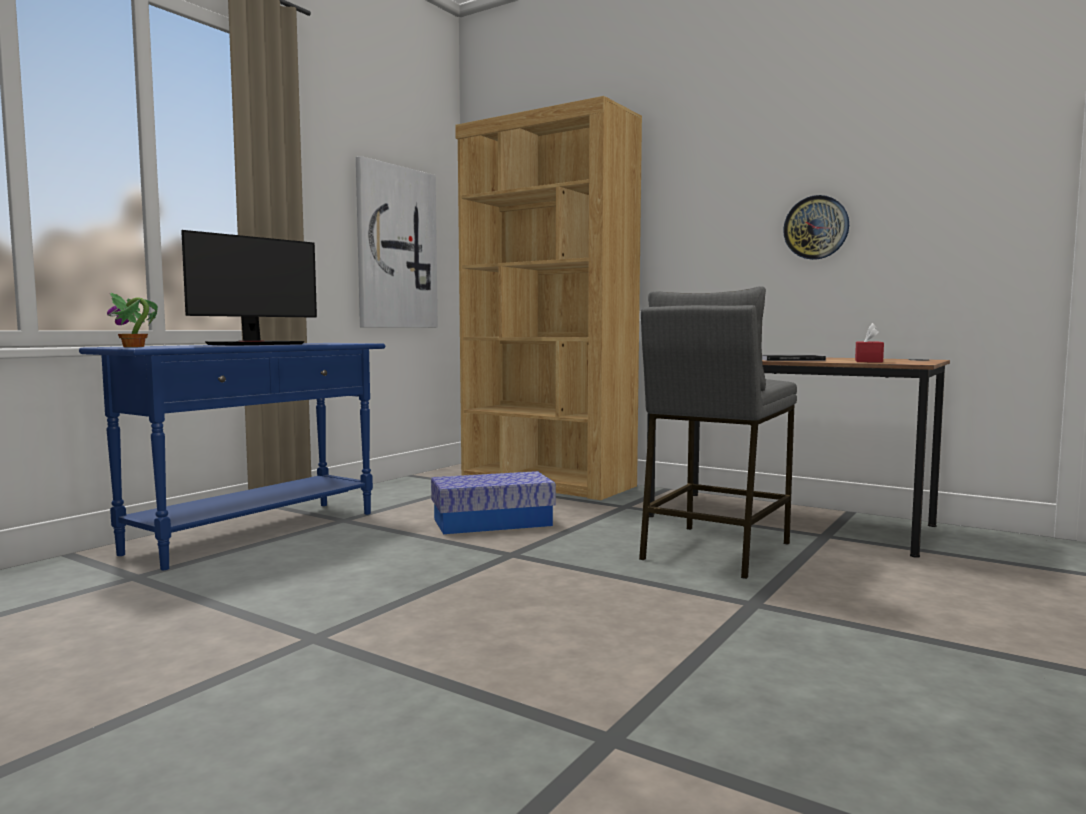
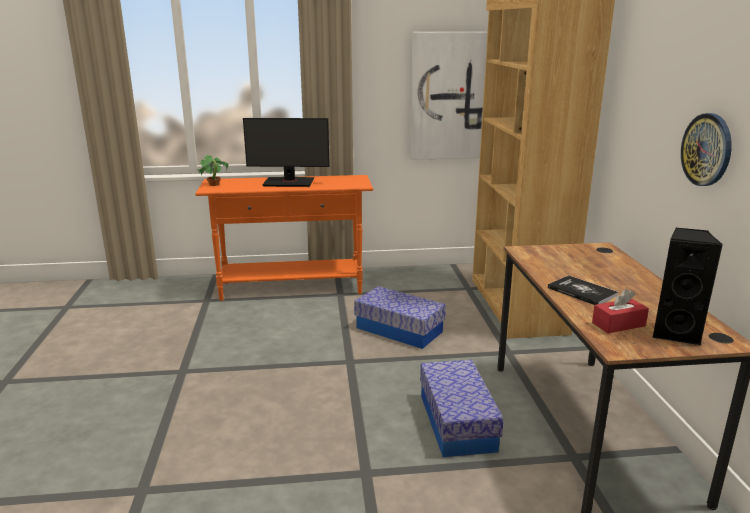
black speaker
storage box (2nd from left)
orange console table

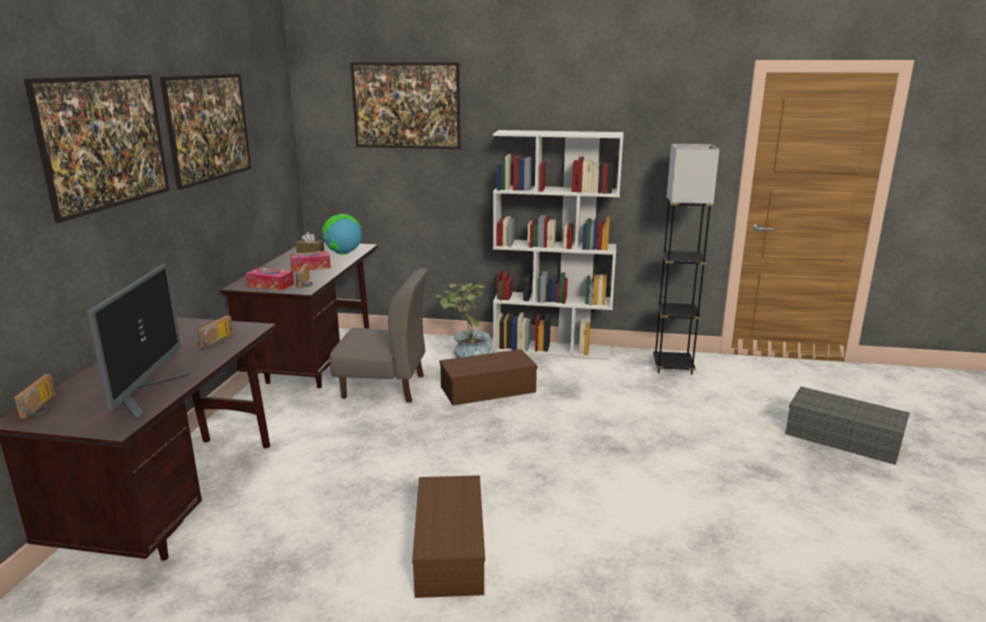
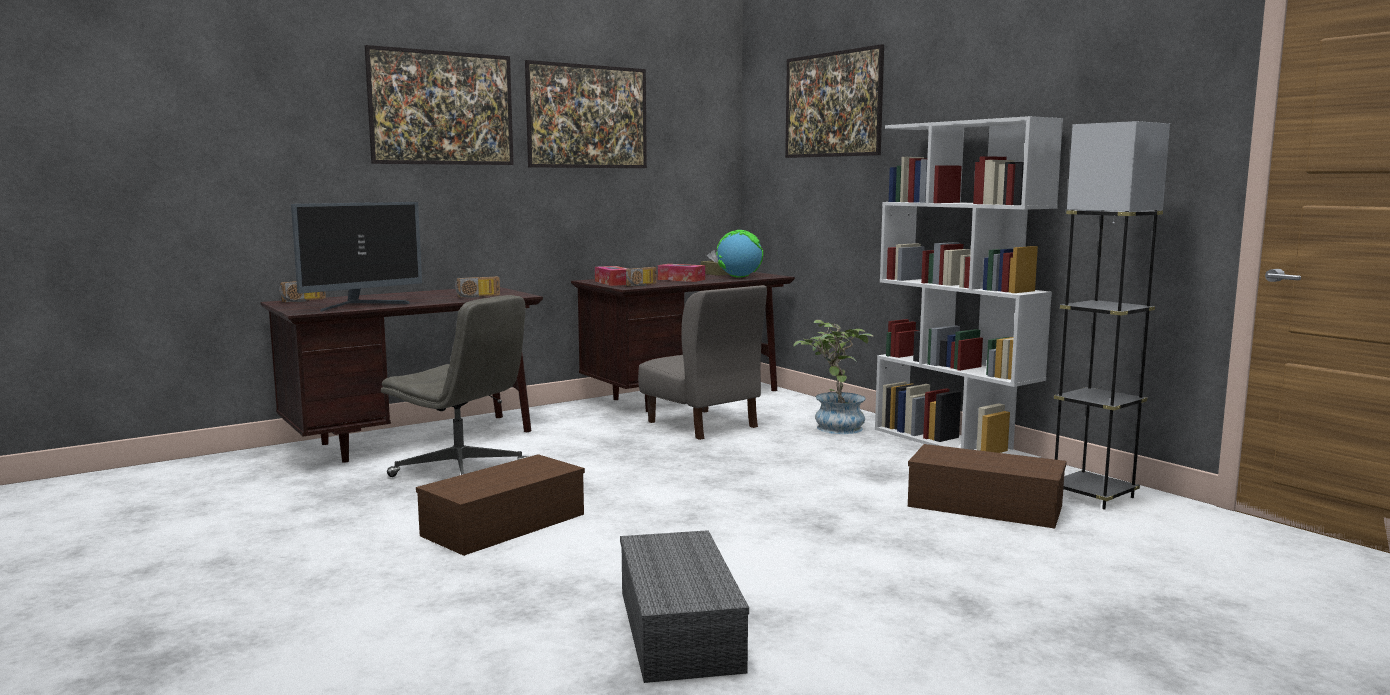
grey office chair
brown storage box (2nd from left)
grey storage box

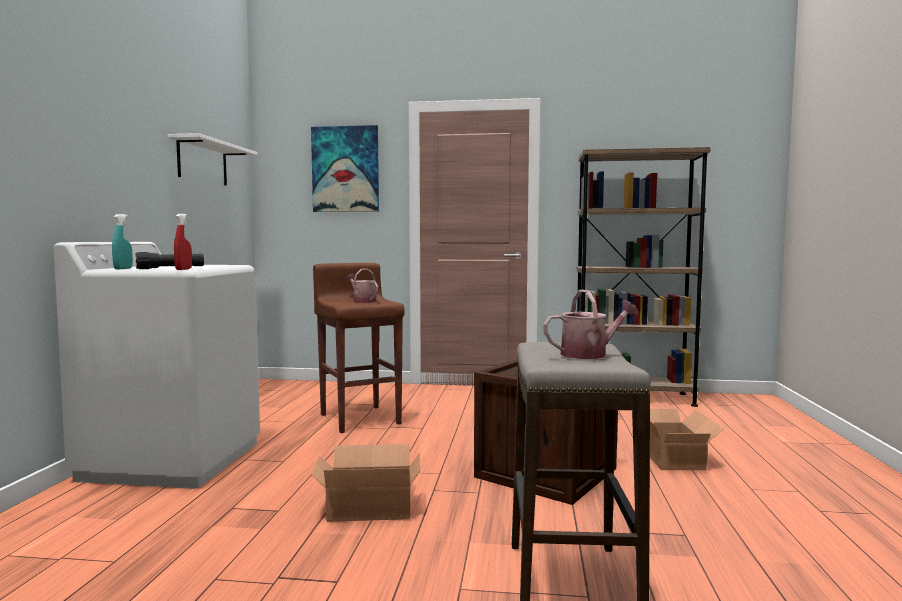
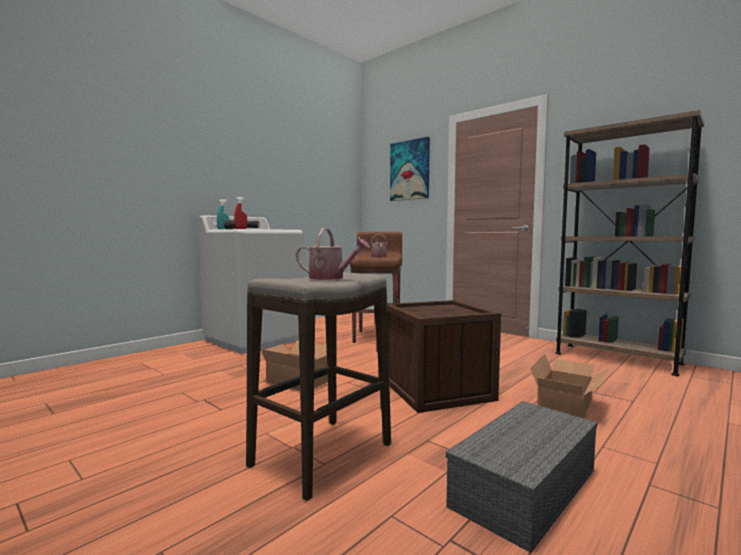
white shelf
grey storage box

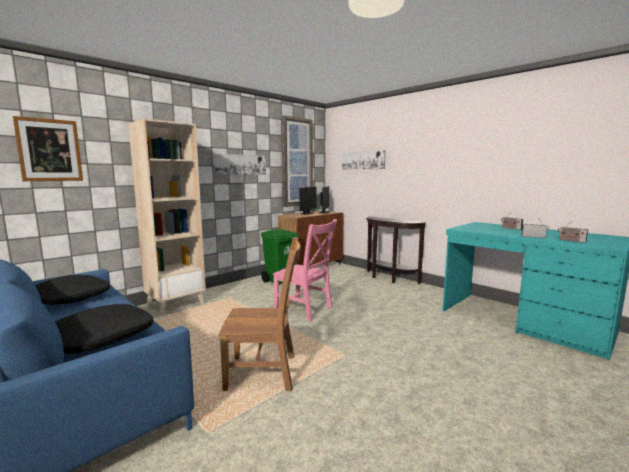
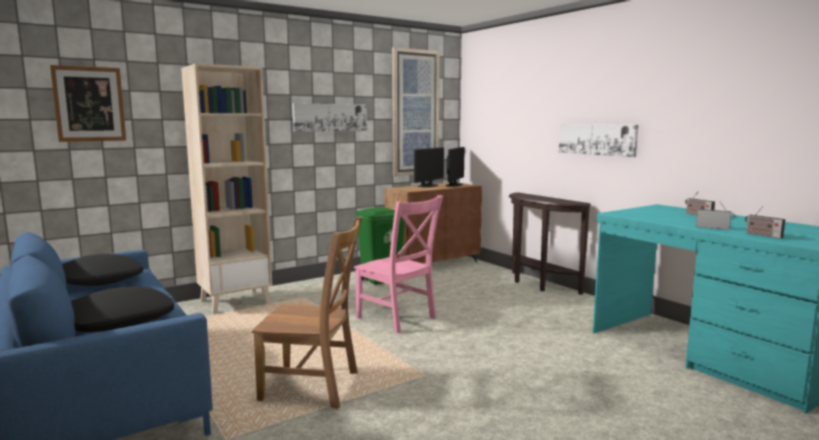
picture (4th from left)

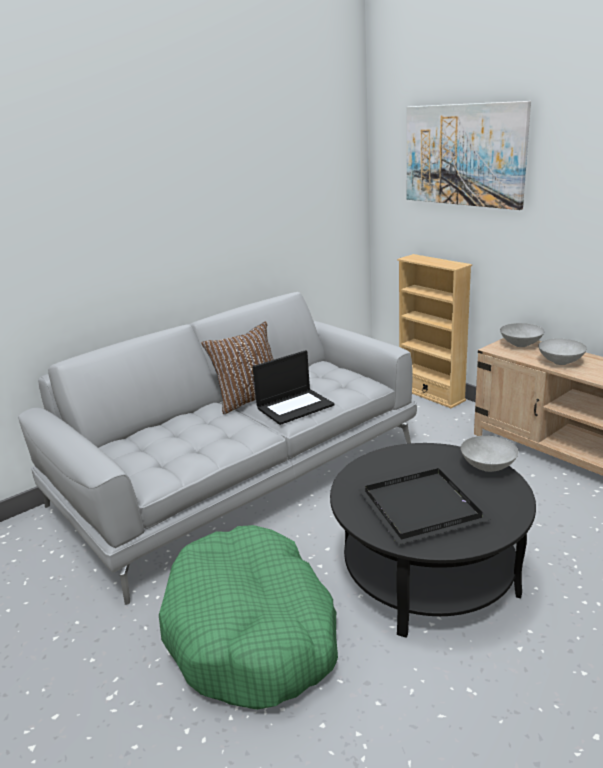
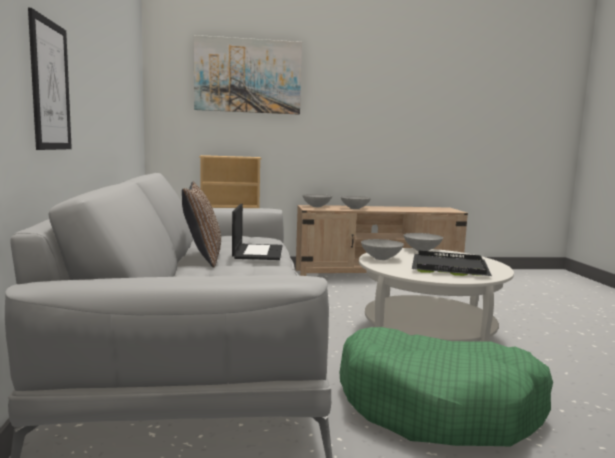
picture (1st from left)
grey bowl (3rd from left)
white coffee table

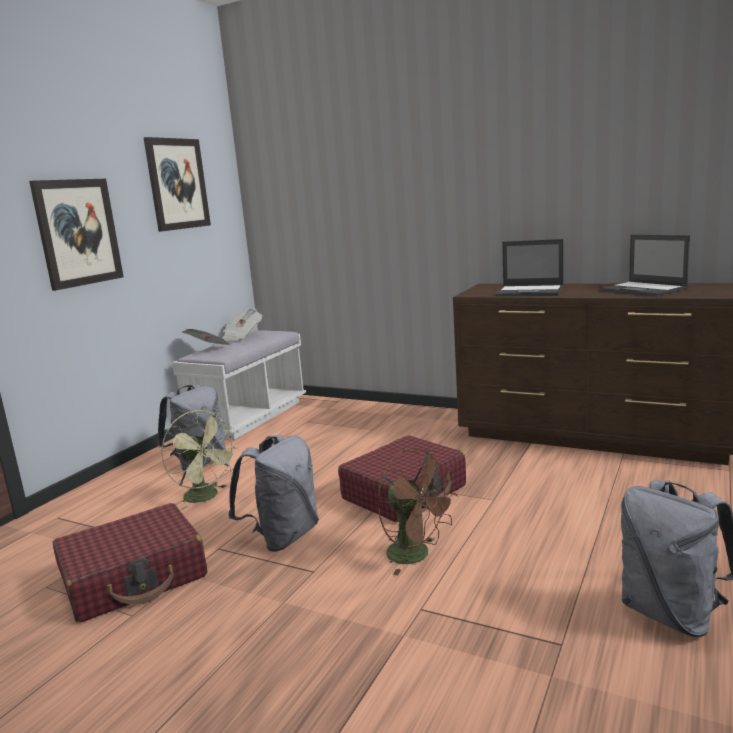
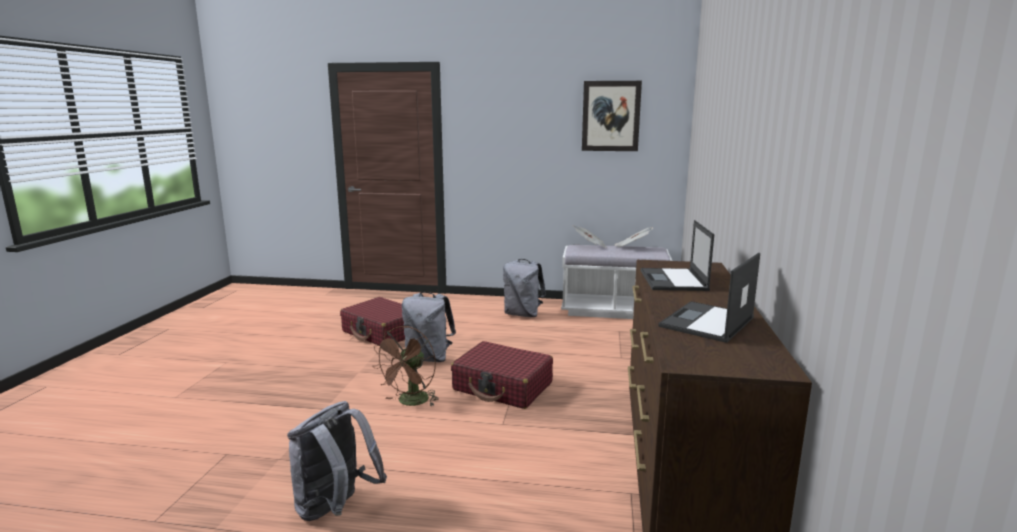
picture (1st from left in the first image)
green fan

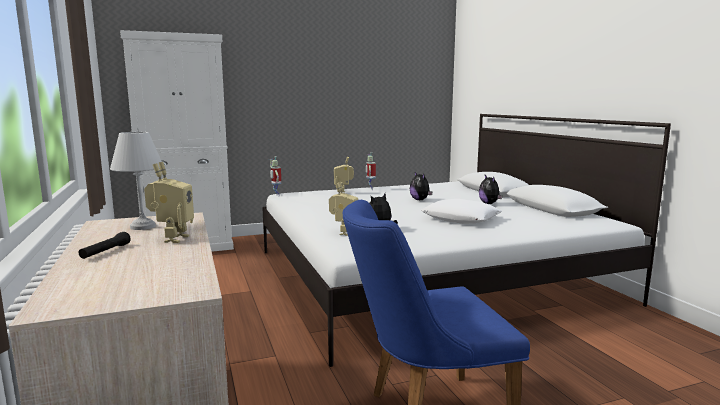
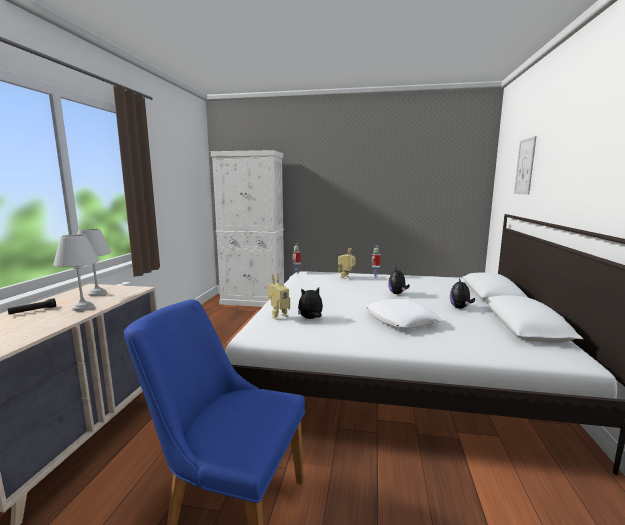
picture
white table lamp (1st from left)

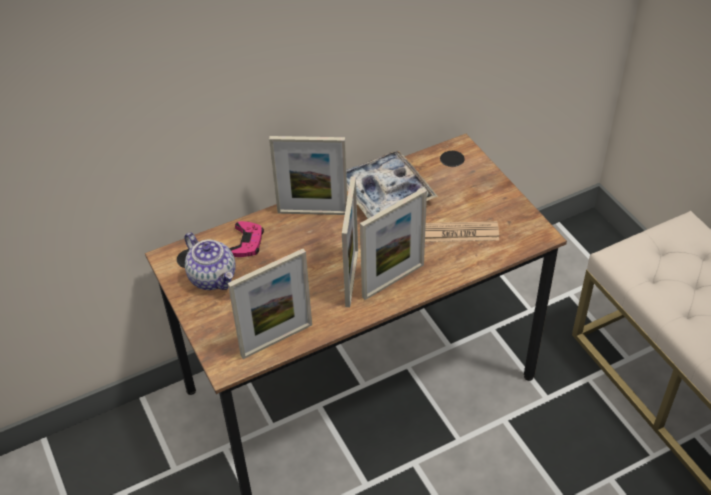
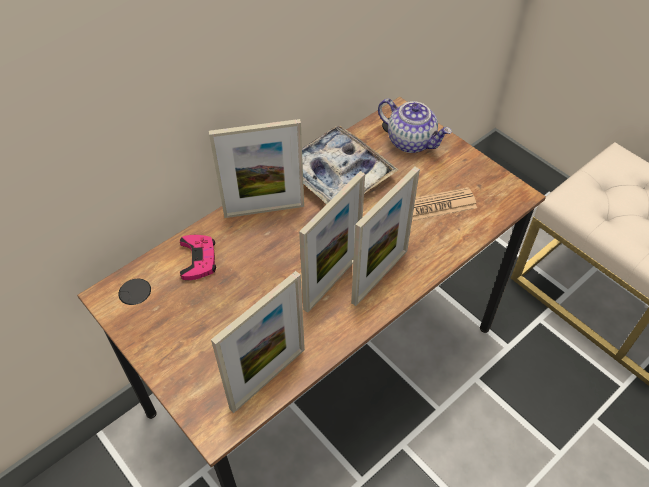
teapot
picture frame (3rd from left)

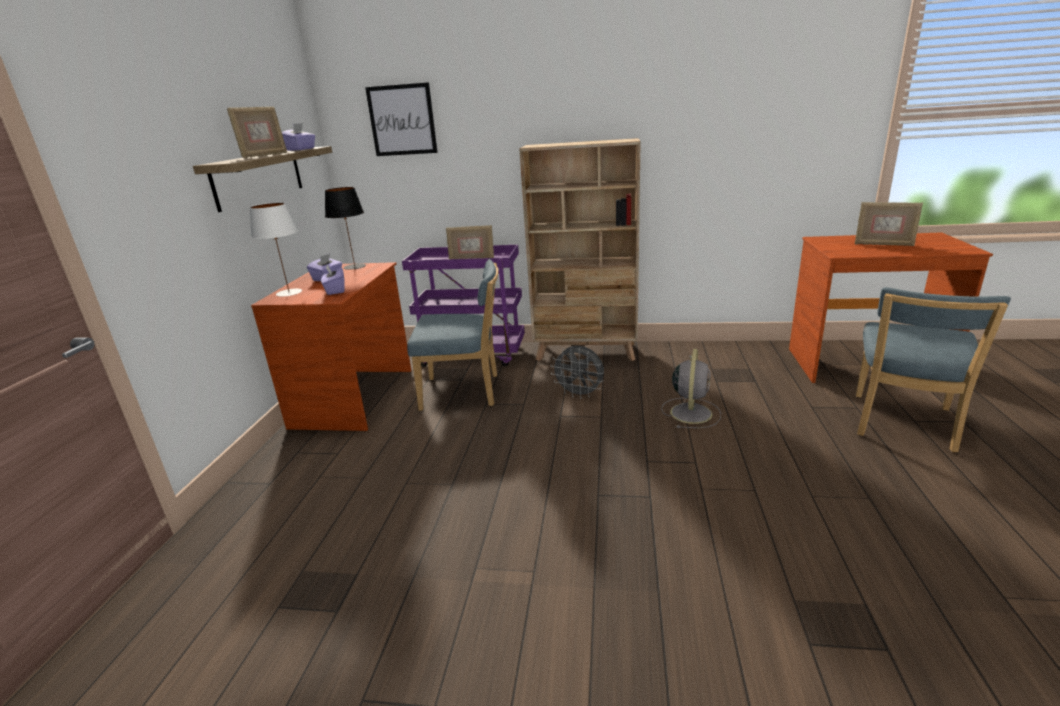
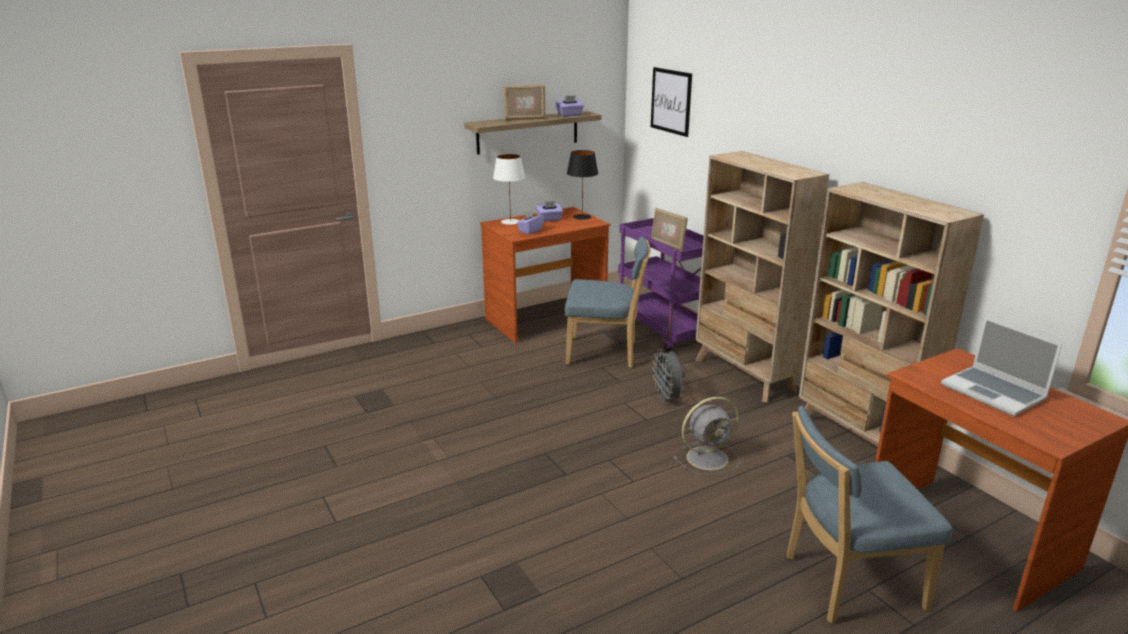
beige bookcase (2nd from left)
laptop
blue chair (1st from left)

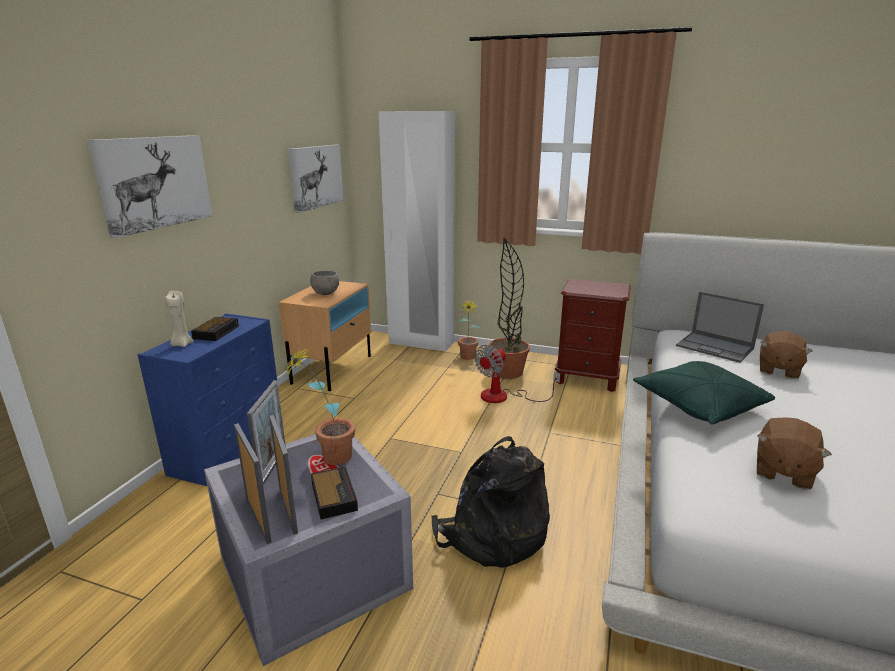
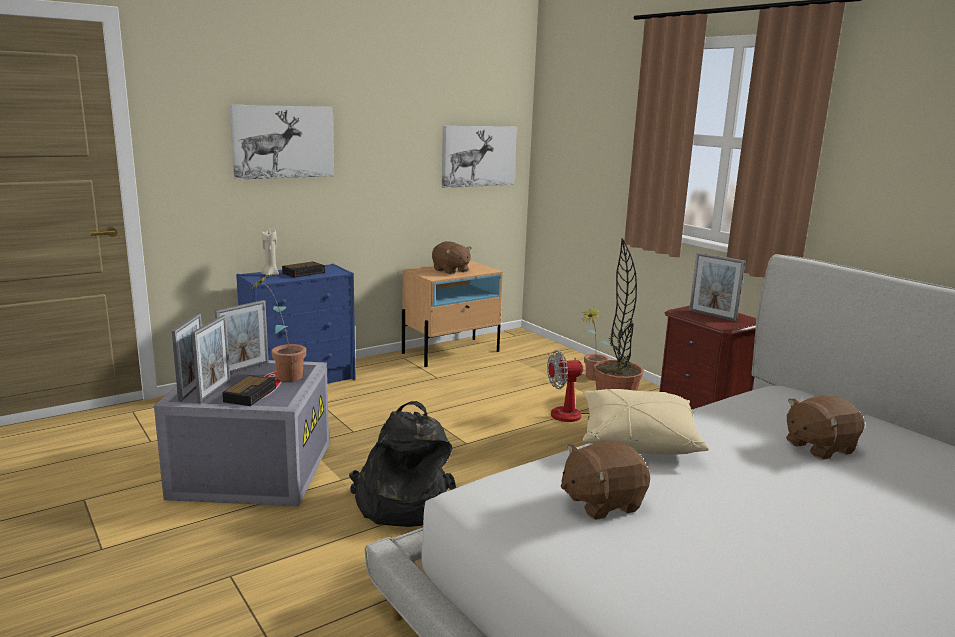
white wardrobe
laptop
picture frame (4th from left)
brown plush toy (1st from left)
beige pillow

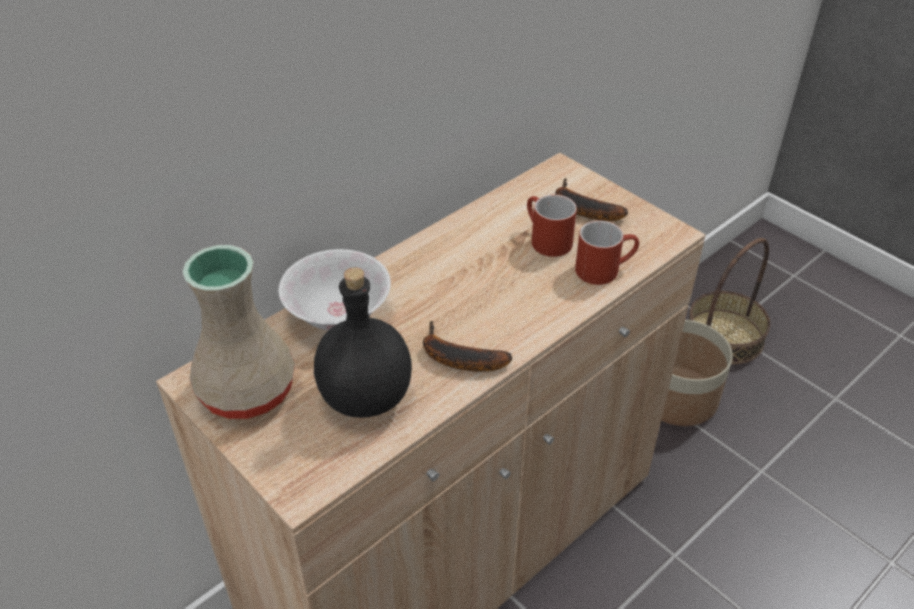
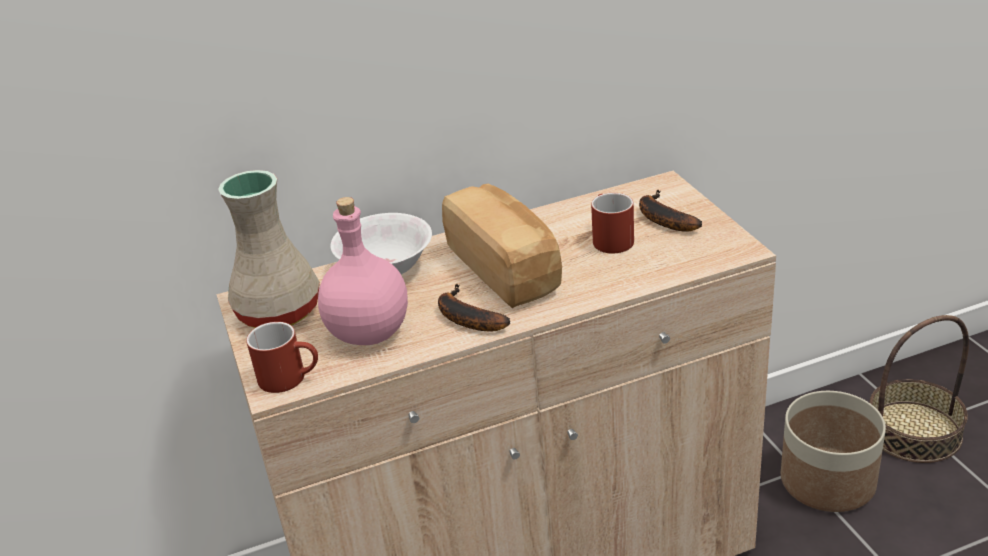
bread
red mug (1st from left)
pink bottle

